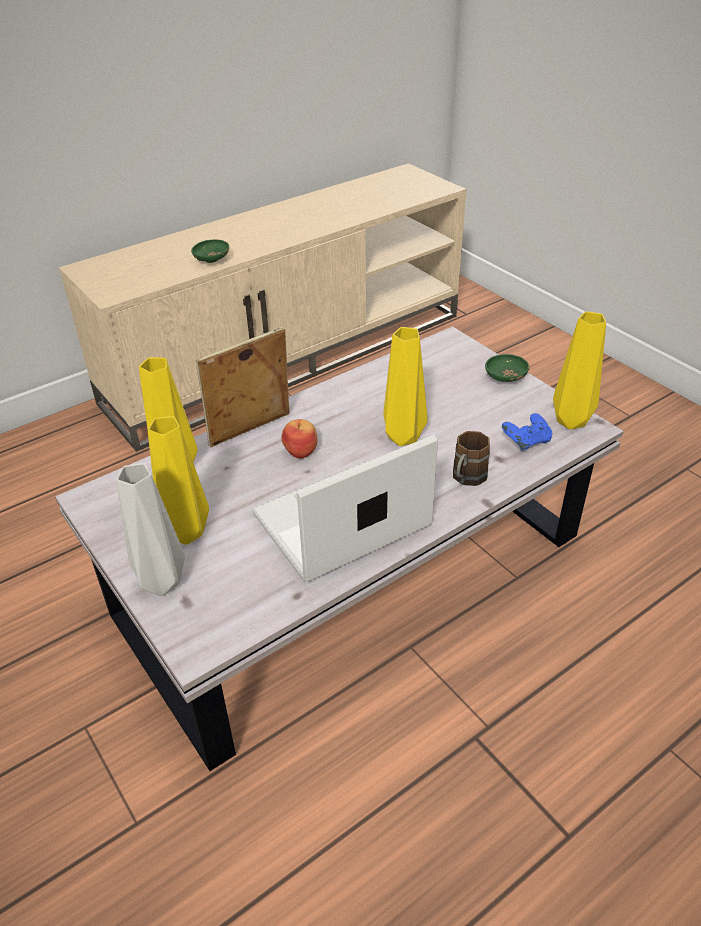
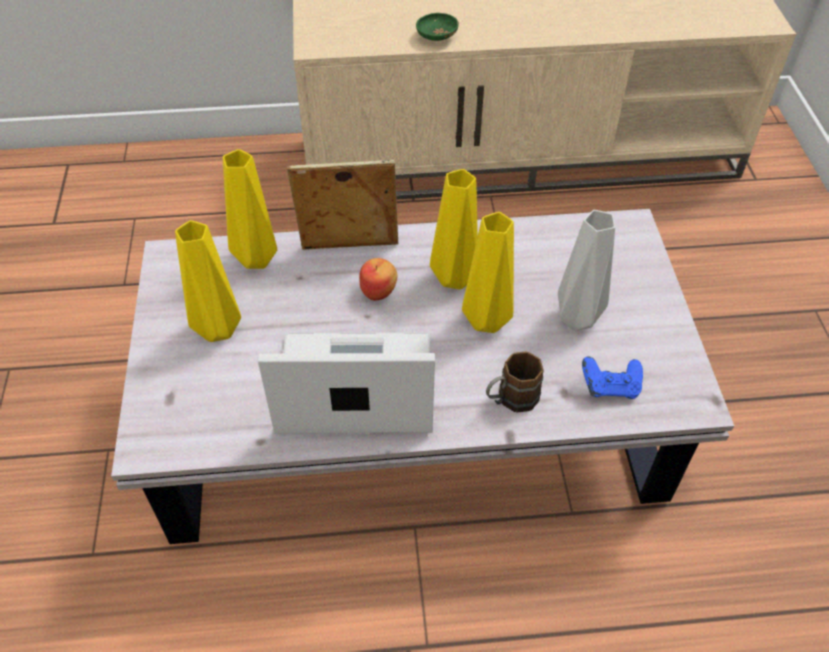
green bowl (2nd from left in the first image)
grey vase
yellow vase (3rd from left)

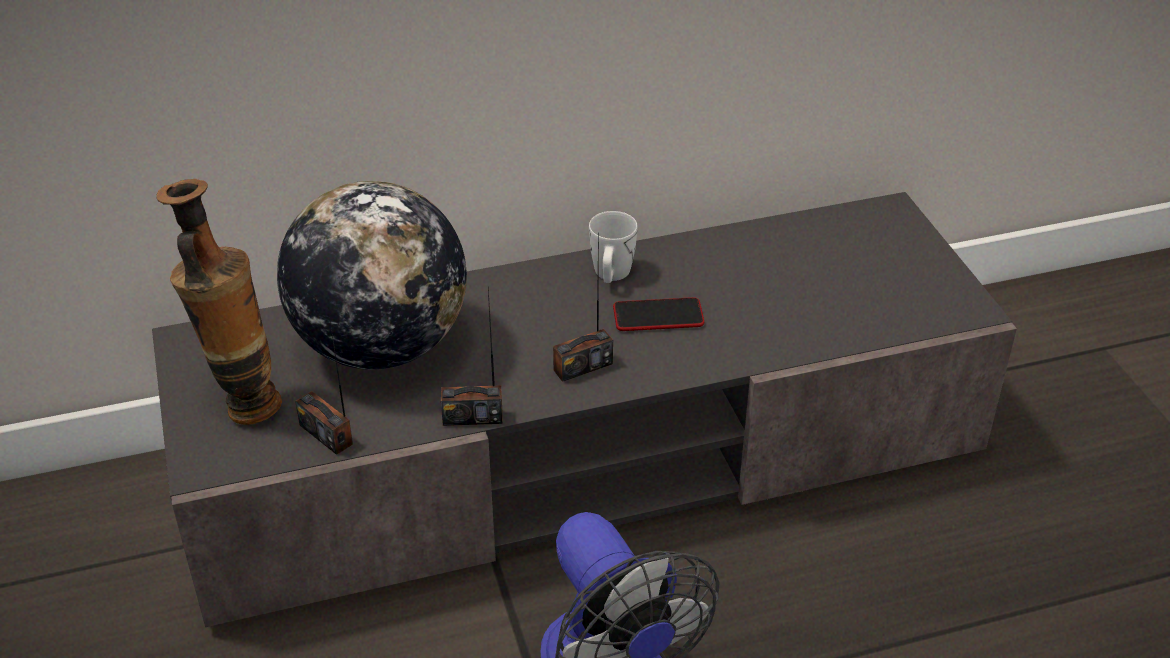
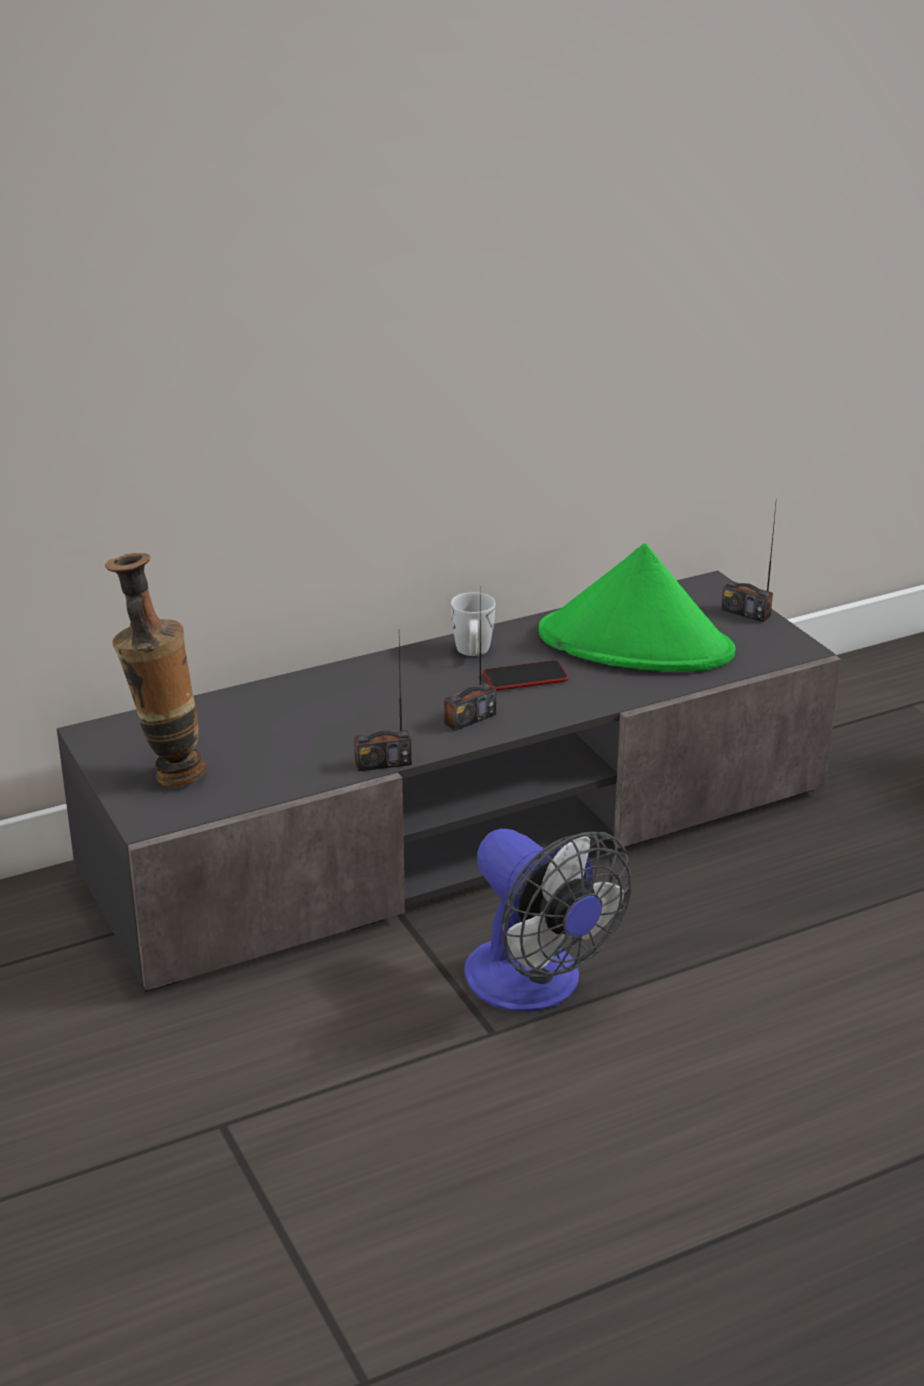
globe
green hat
radio (3rd from left)

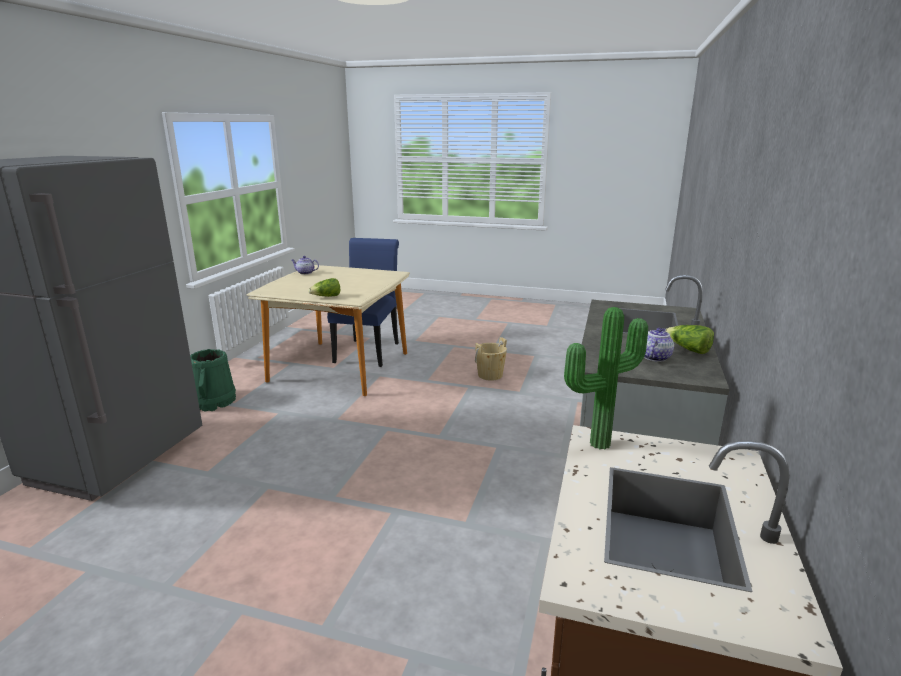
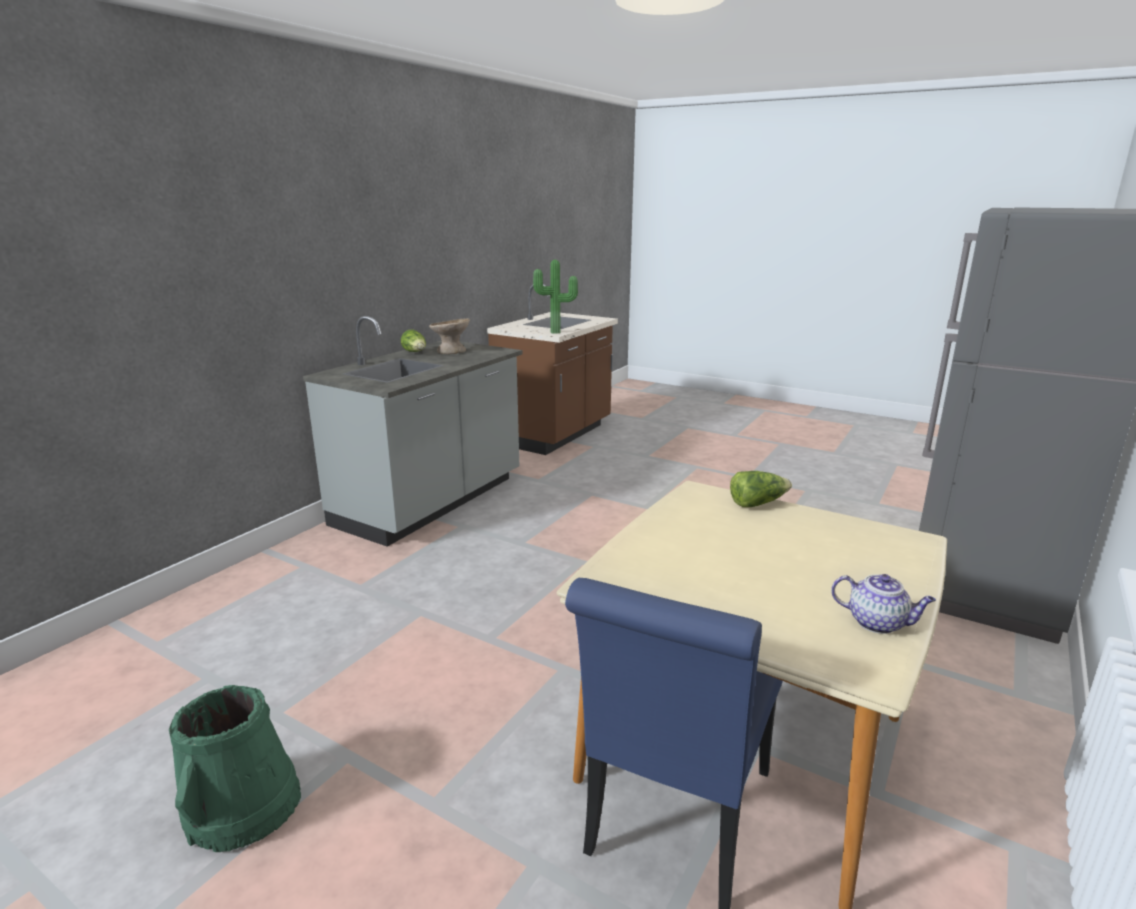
beige bucket
green bucket
beige bowl

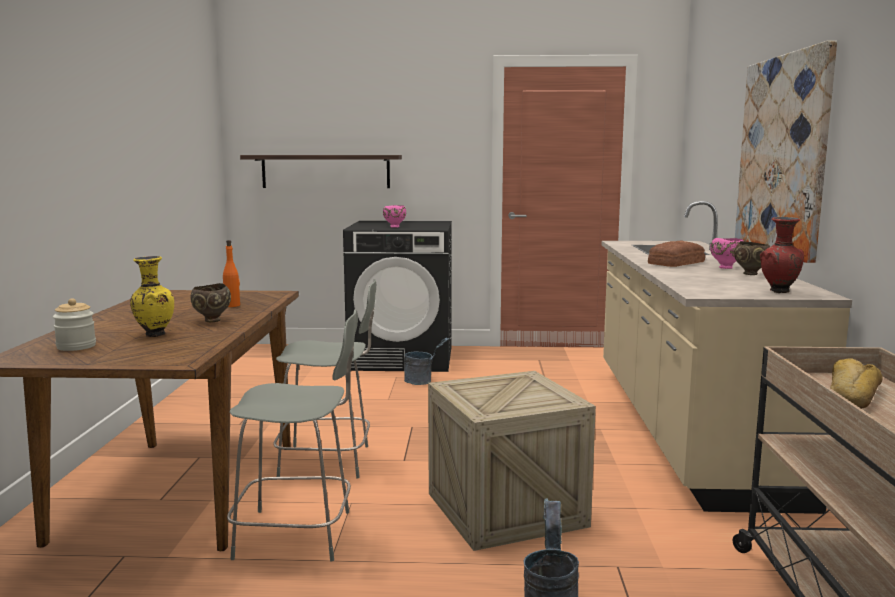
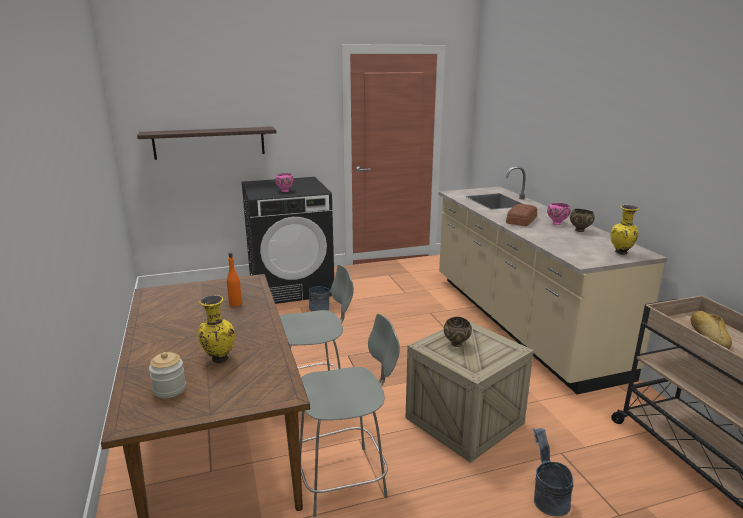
picture
brown bowl (1st from left)
yellow vase (2nd from left)

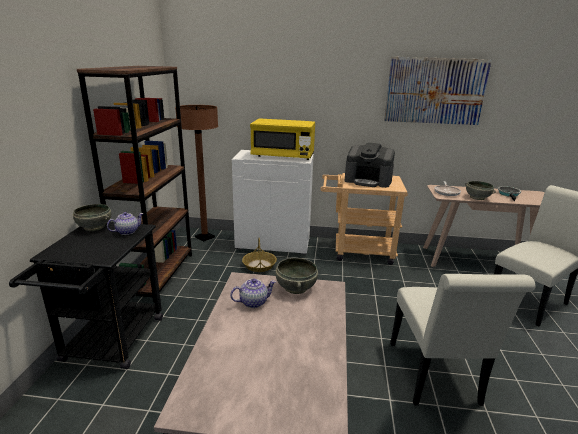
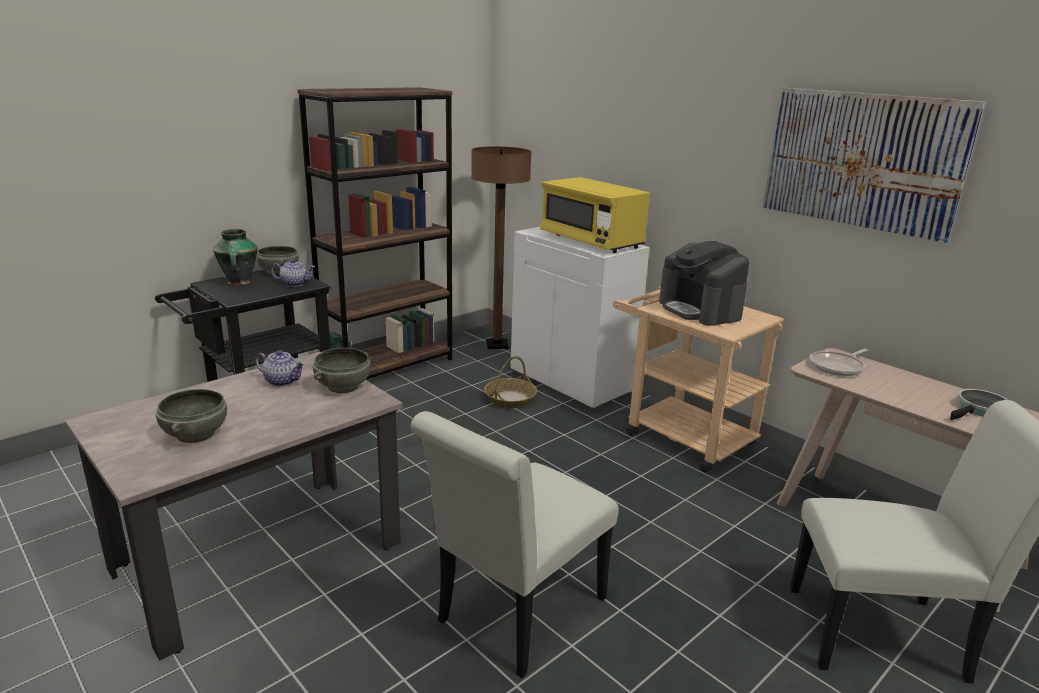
vase
grey bowl (1st from left)

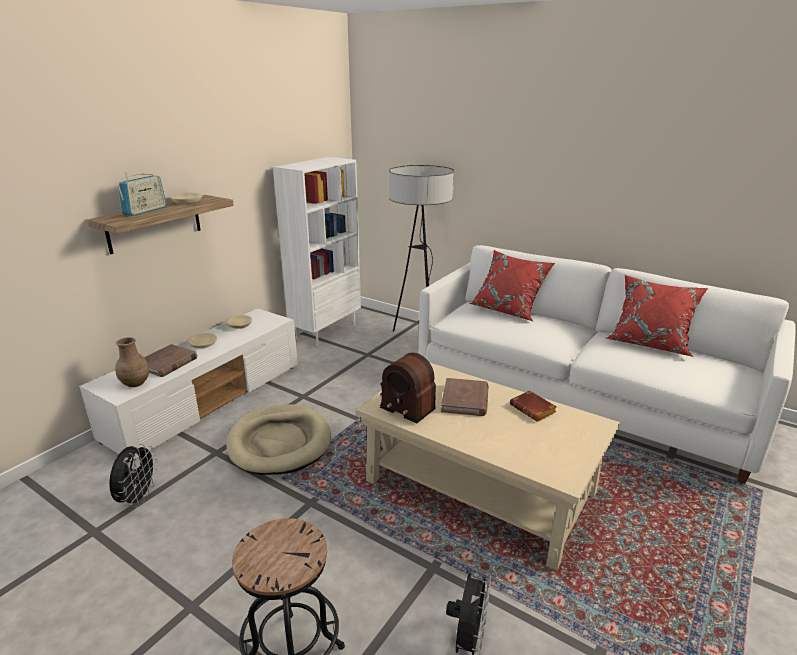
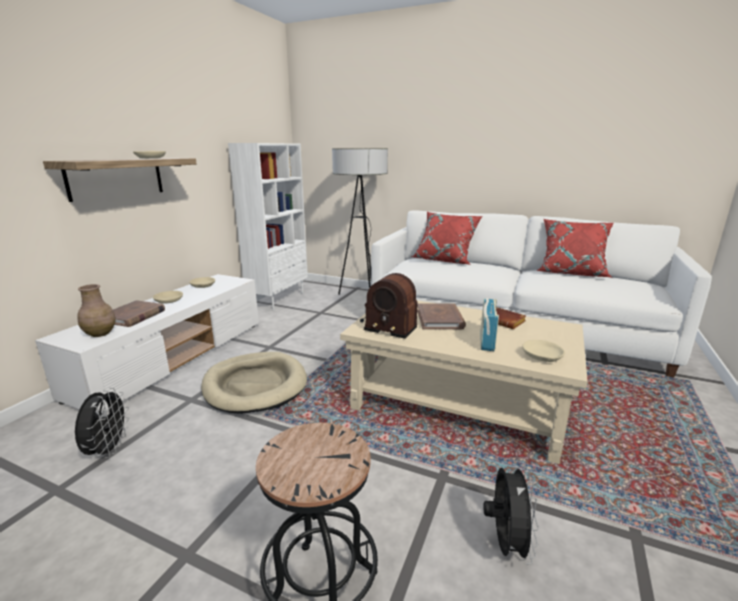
beige bowl (4th from left)
radio (2nd from left)

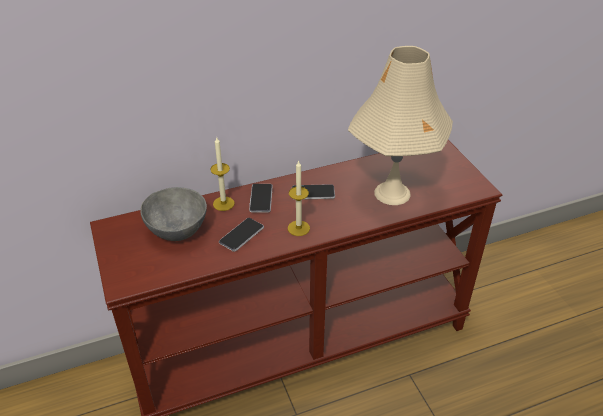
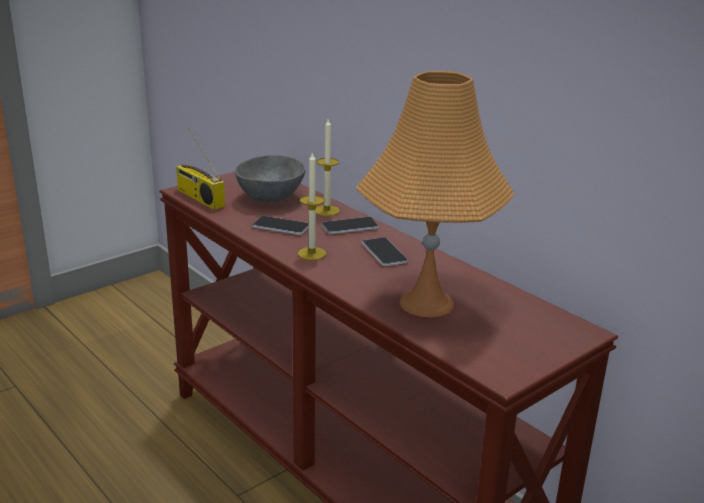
radio
orange table lamp

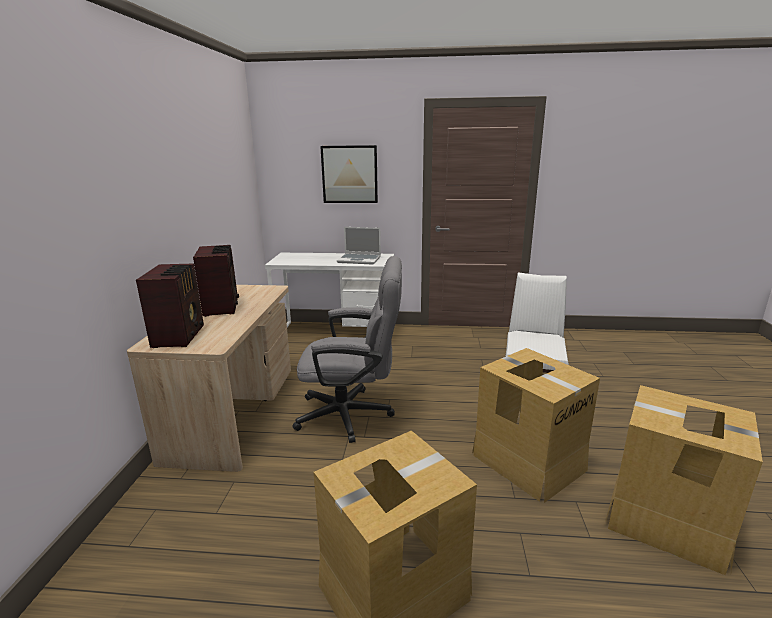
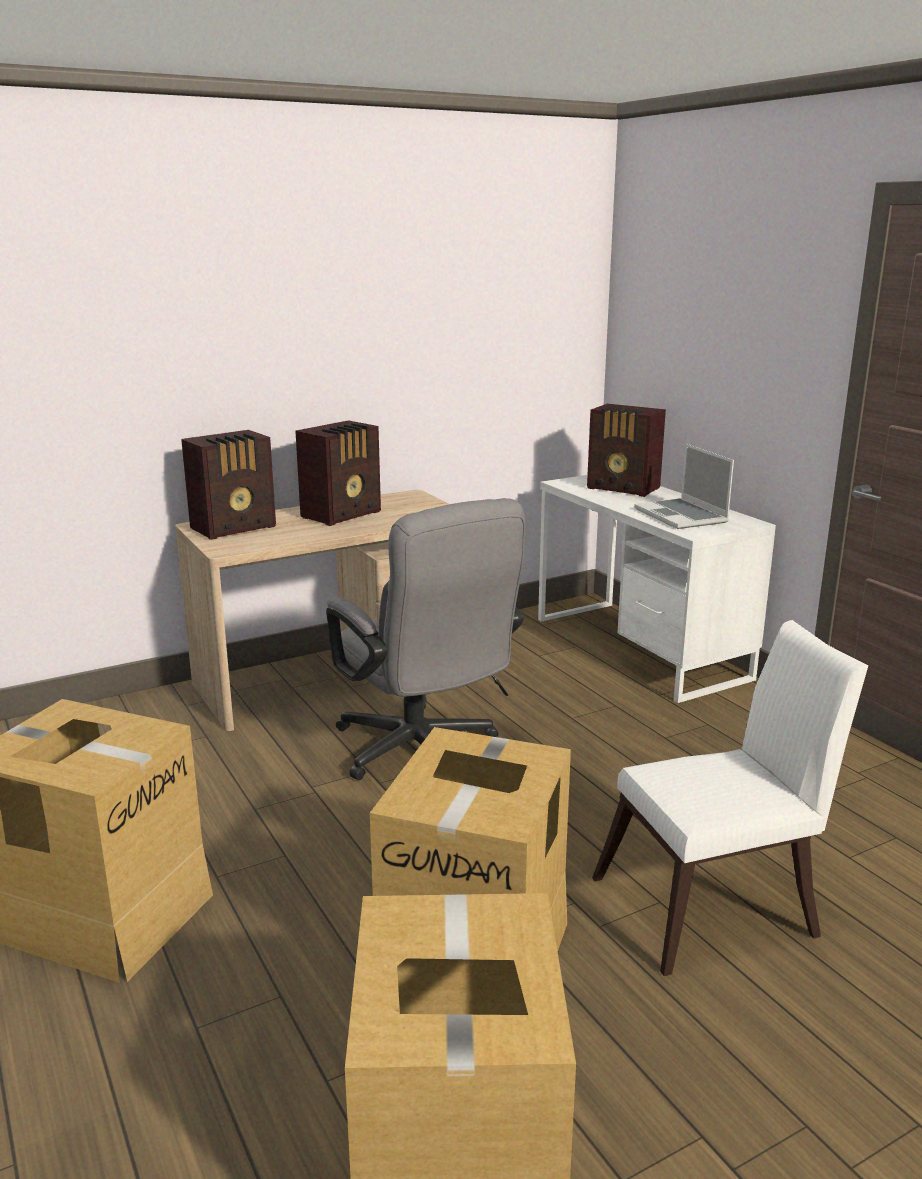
picture
radio (3rd from left)

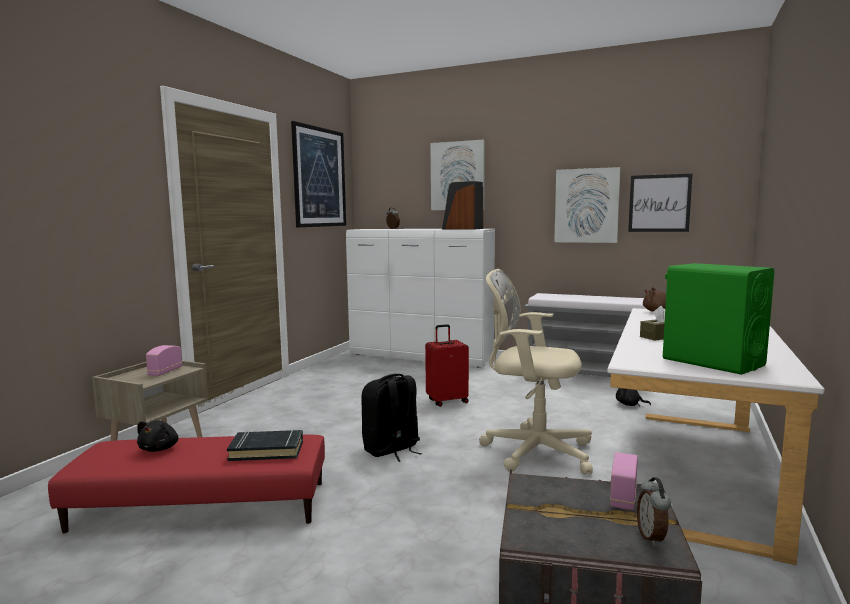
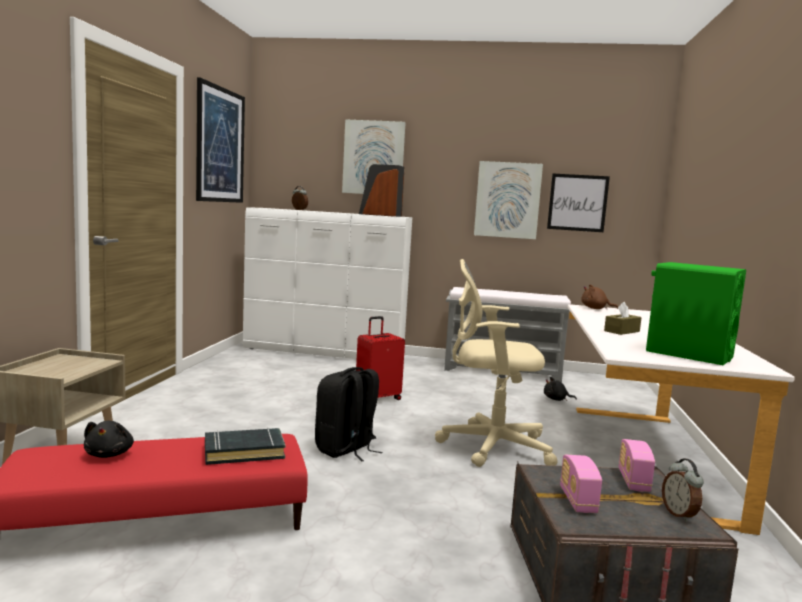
radio (1st from left)

